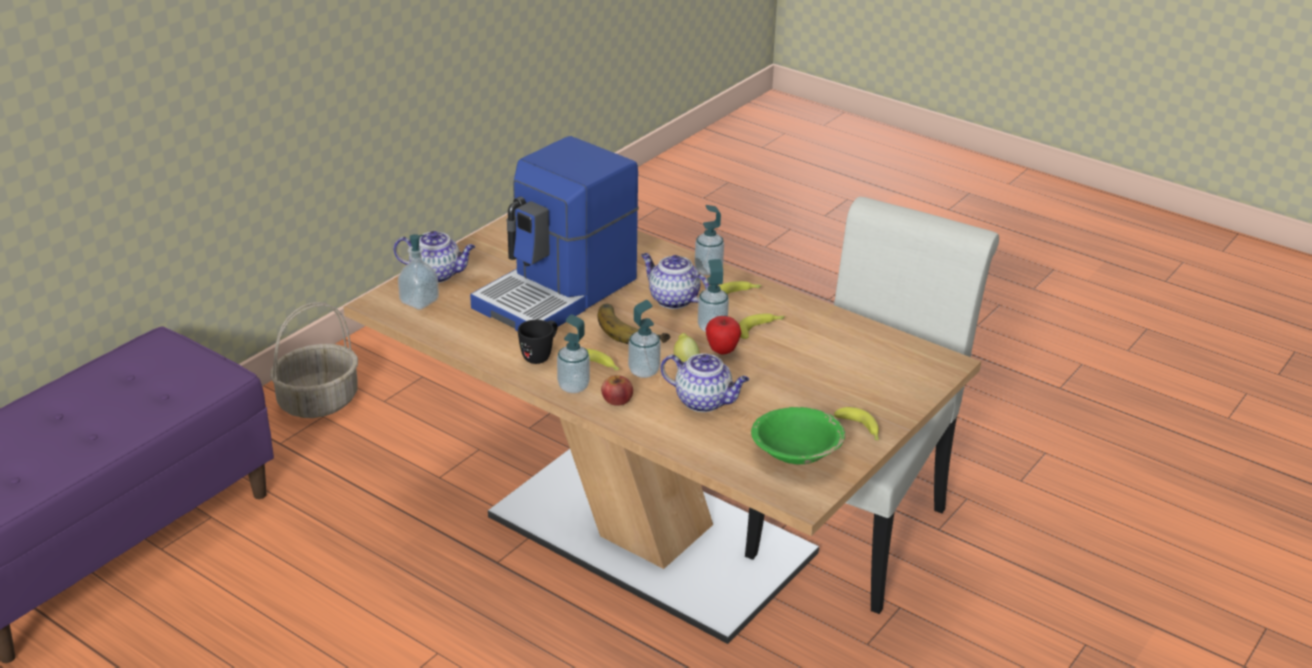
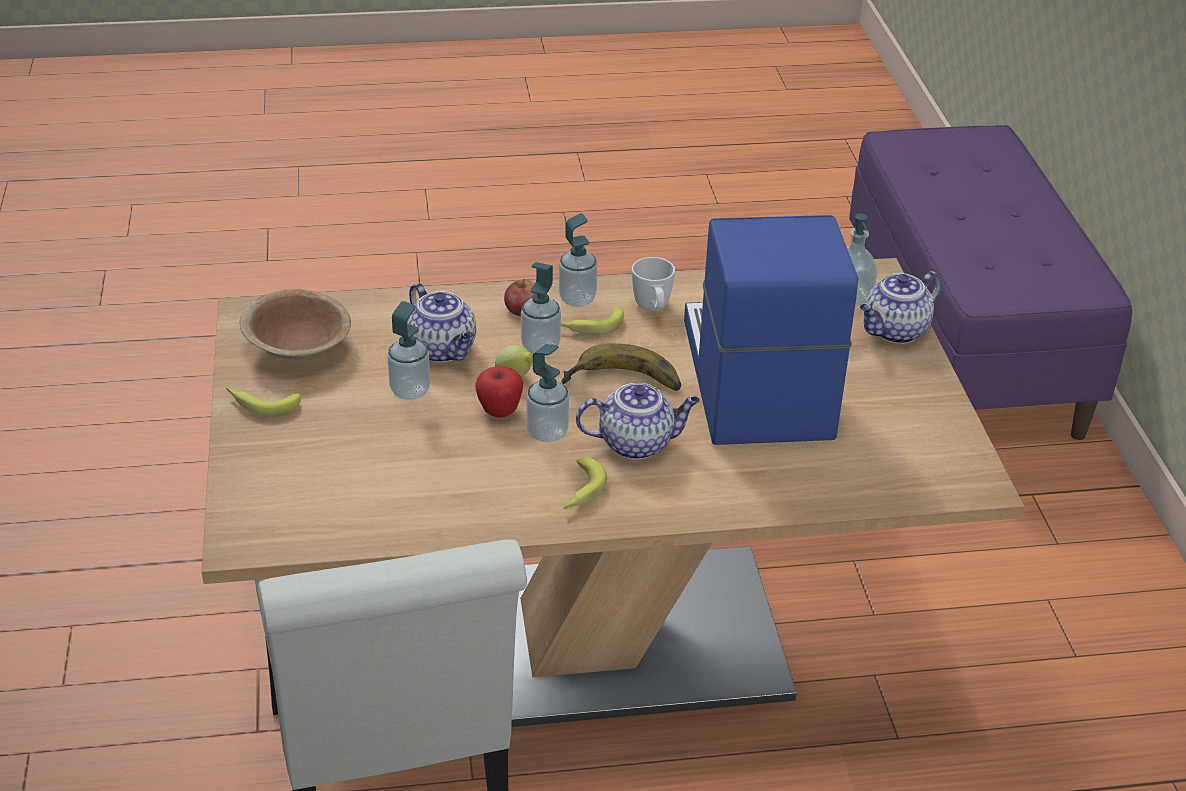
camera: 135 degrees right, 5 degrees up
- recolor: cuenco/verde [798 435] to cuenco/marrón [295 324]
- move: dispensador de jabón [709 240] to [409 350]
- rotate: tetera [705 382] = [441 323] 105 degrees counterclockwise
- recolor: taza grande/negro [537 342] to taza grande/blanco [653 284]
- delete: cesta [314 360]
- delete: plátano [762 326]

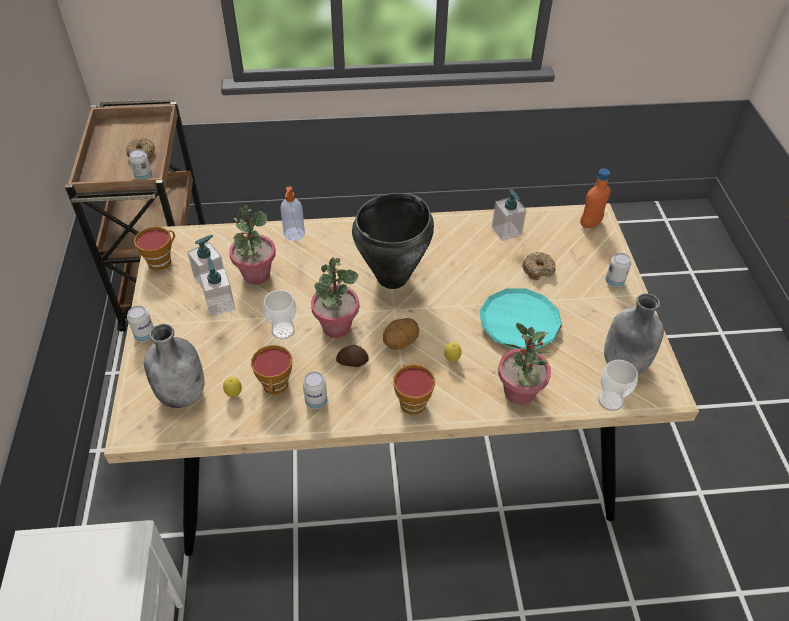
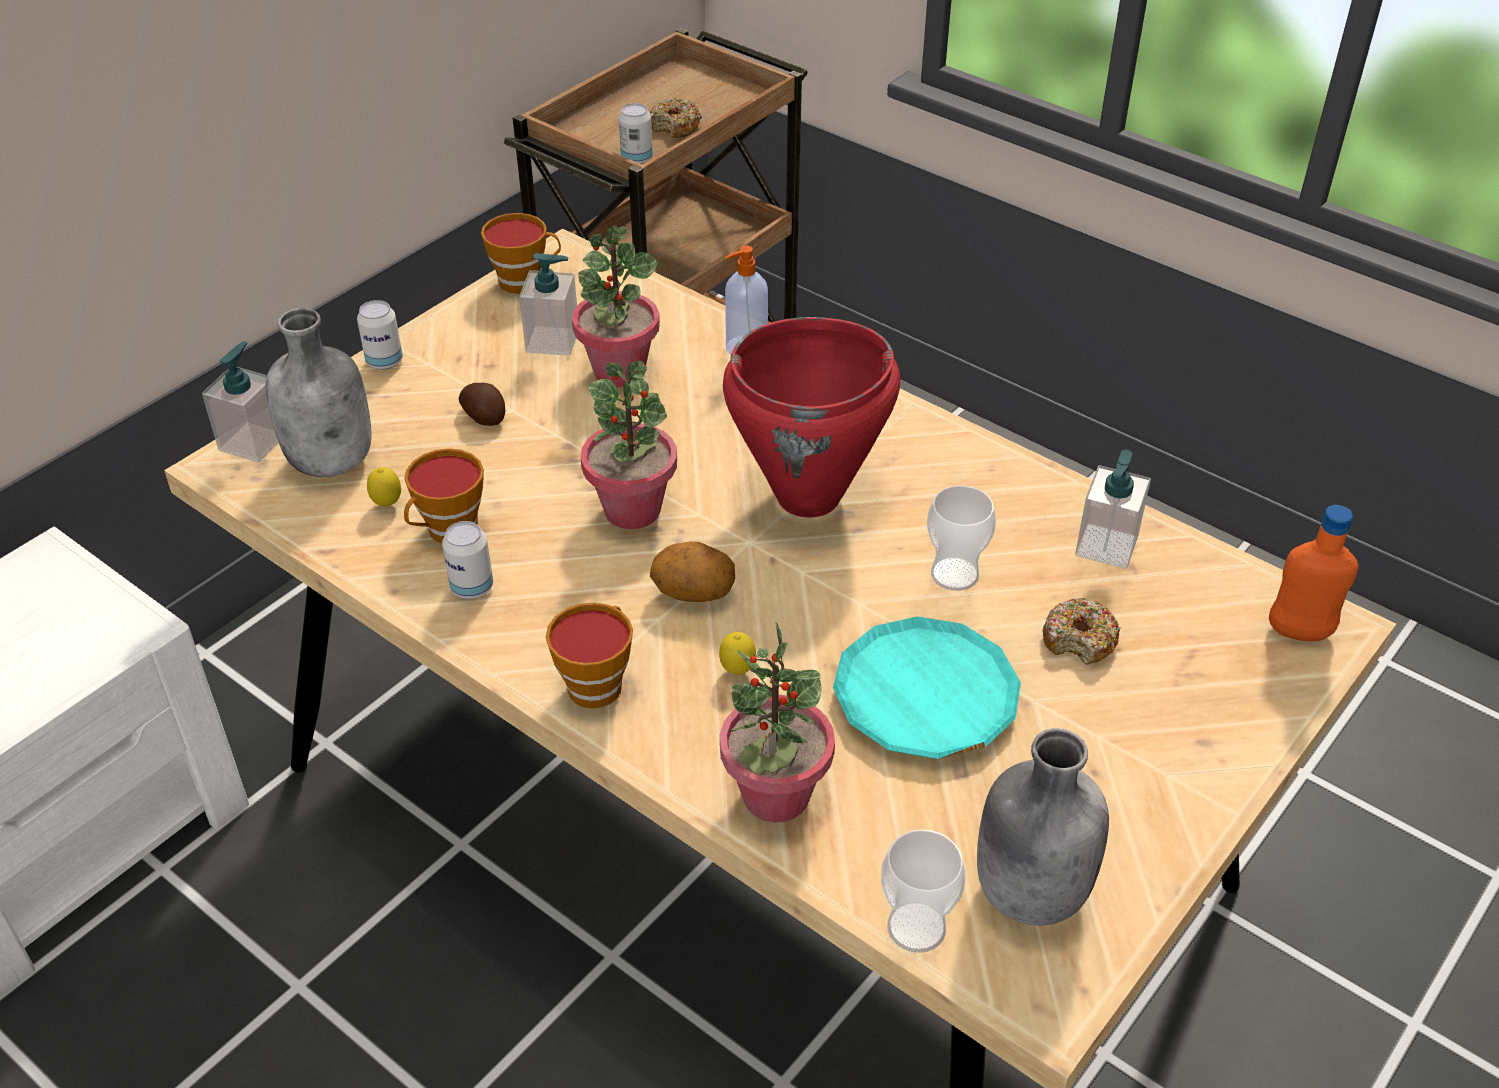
camera: 45 degrees right, 5 degrees down
- move: dispensador de jabón [217 286] to [240 402]
- move: patata [352 356] to [482 404]
- recolor: olla/negro [393 241] to olla/rojo [811 417]
- move: taza [279 314] to [961 538]
- delete: lata [618 270]

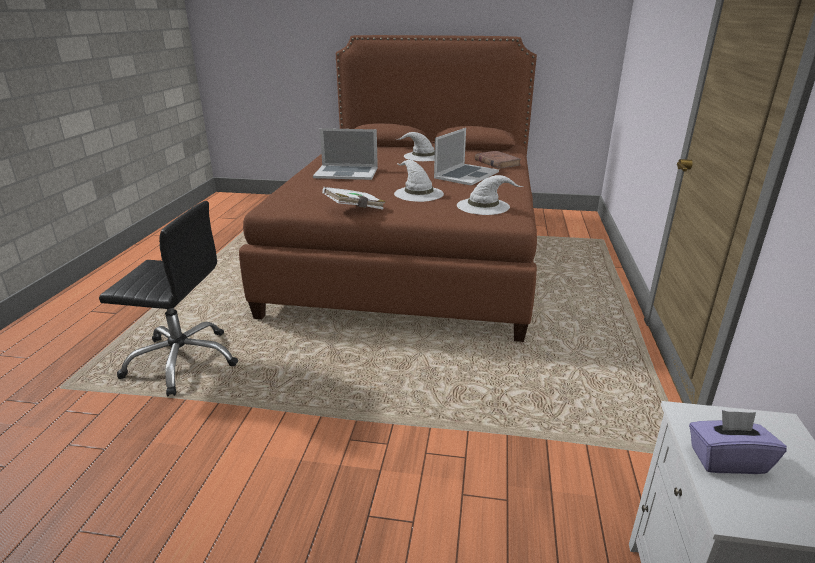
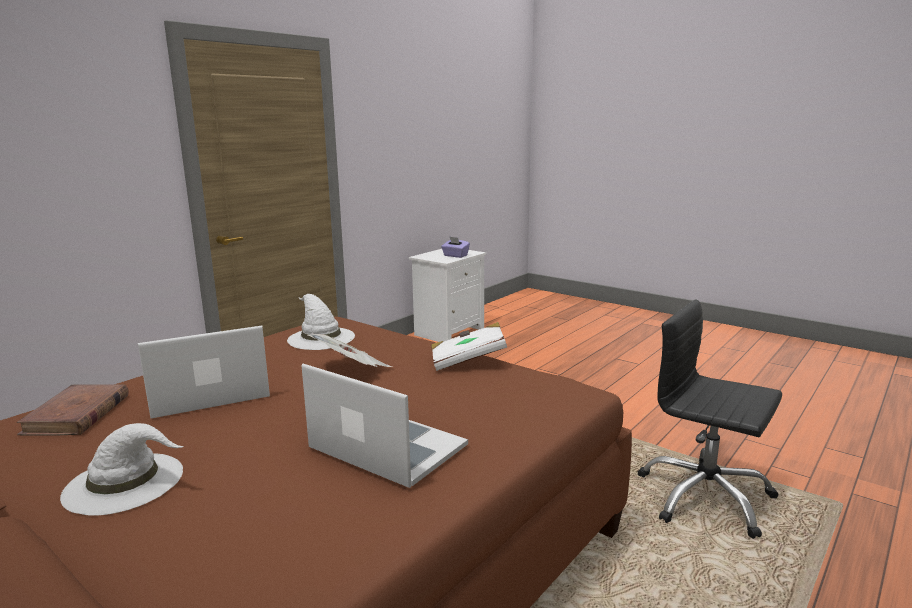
camera: 150 degrees left, 10 degrees down
- replace: sombrero/blanco [419 181] to periódico [350 350]

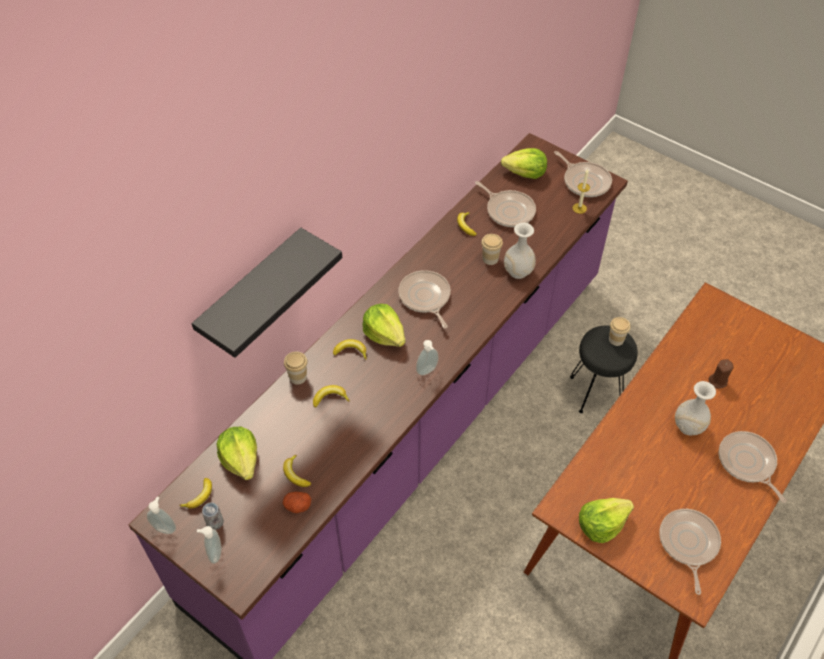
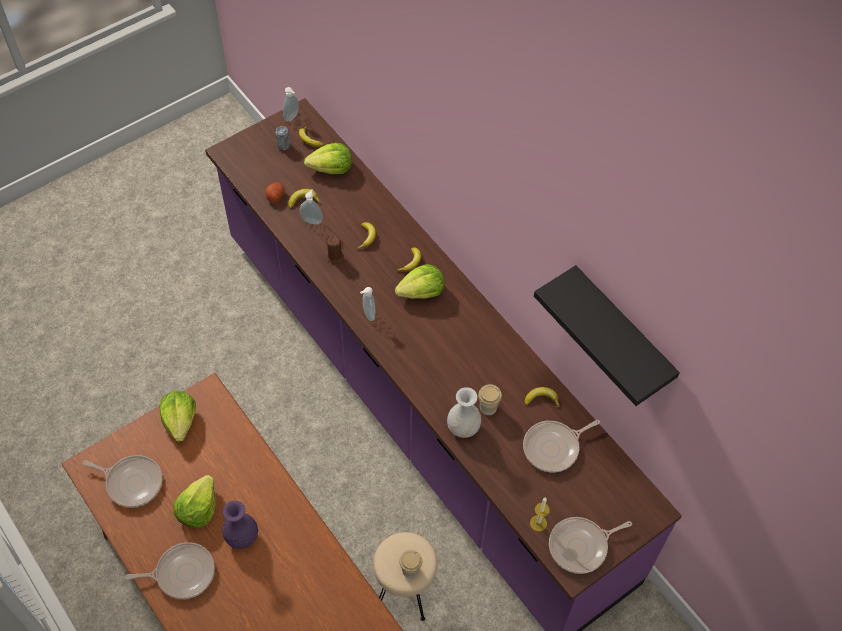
camera: 105 degrees right, 5 degrees up
- move: lechuga [524 163] to [194 501]
- recolor: florero/blanco [695 408] to florero/morado [240 525]
- move: dispensador de jabón [209 545] to [311 206]
- move: vela/marrón [721 373] to [335 250]
- recolor: taburete/negro [604 369] to taburete/beis [405 576]
- move: estante/negro [267 293] to [607 335]
- delete: taza [296 368]
- delete: sartén [424 299]

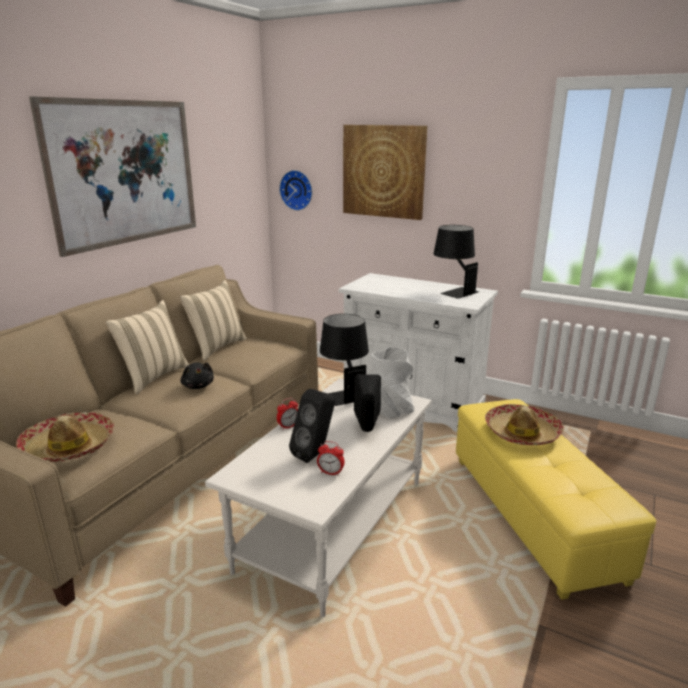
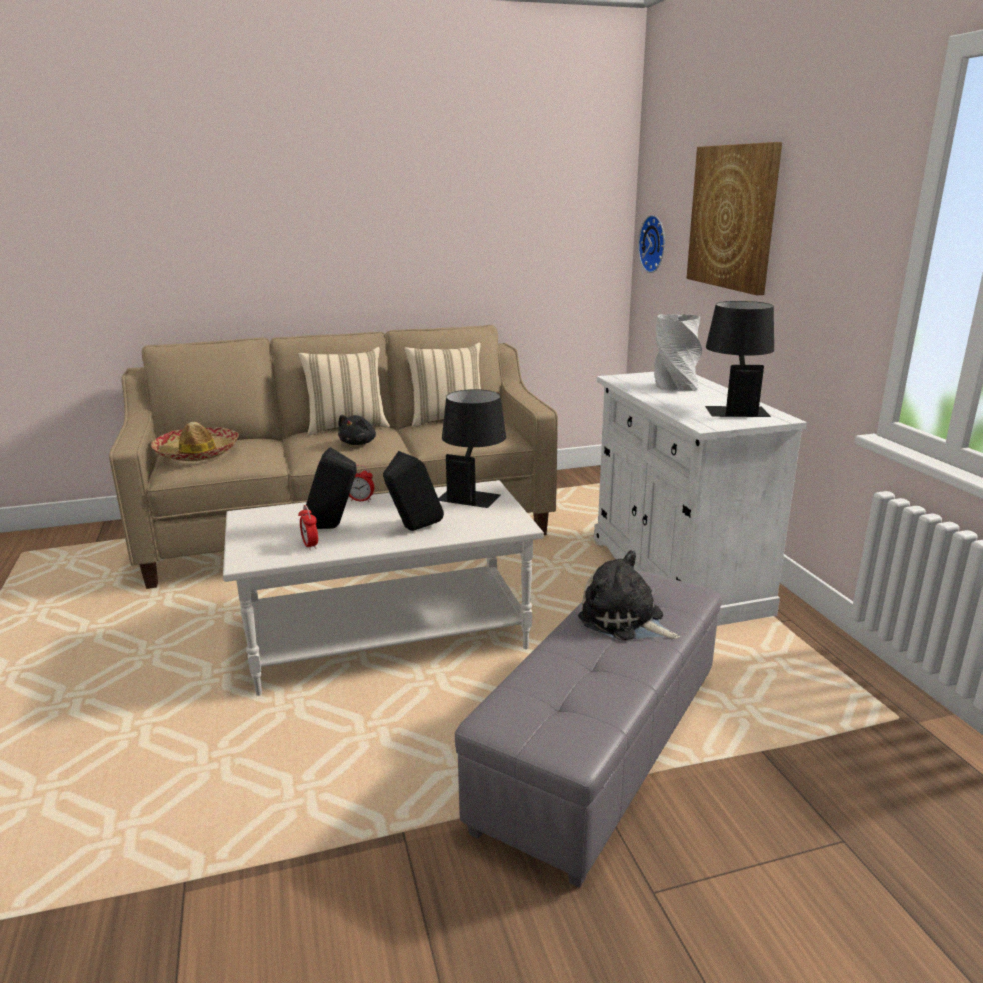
camera: 45 degrees right, 0 degrees up
- recolor: puf/amarillo [556 499] to puf/gris [588 729]
- replace: sombrero [524 424] to peluche [629 595]
- move: florero/gris [392 383] to [678 352]
- delete: cuadro [112 176]

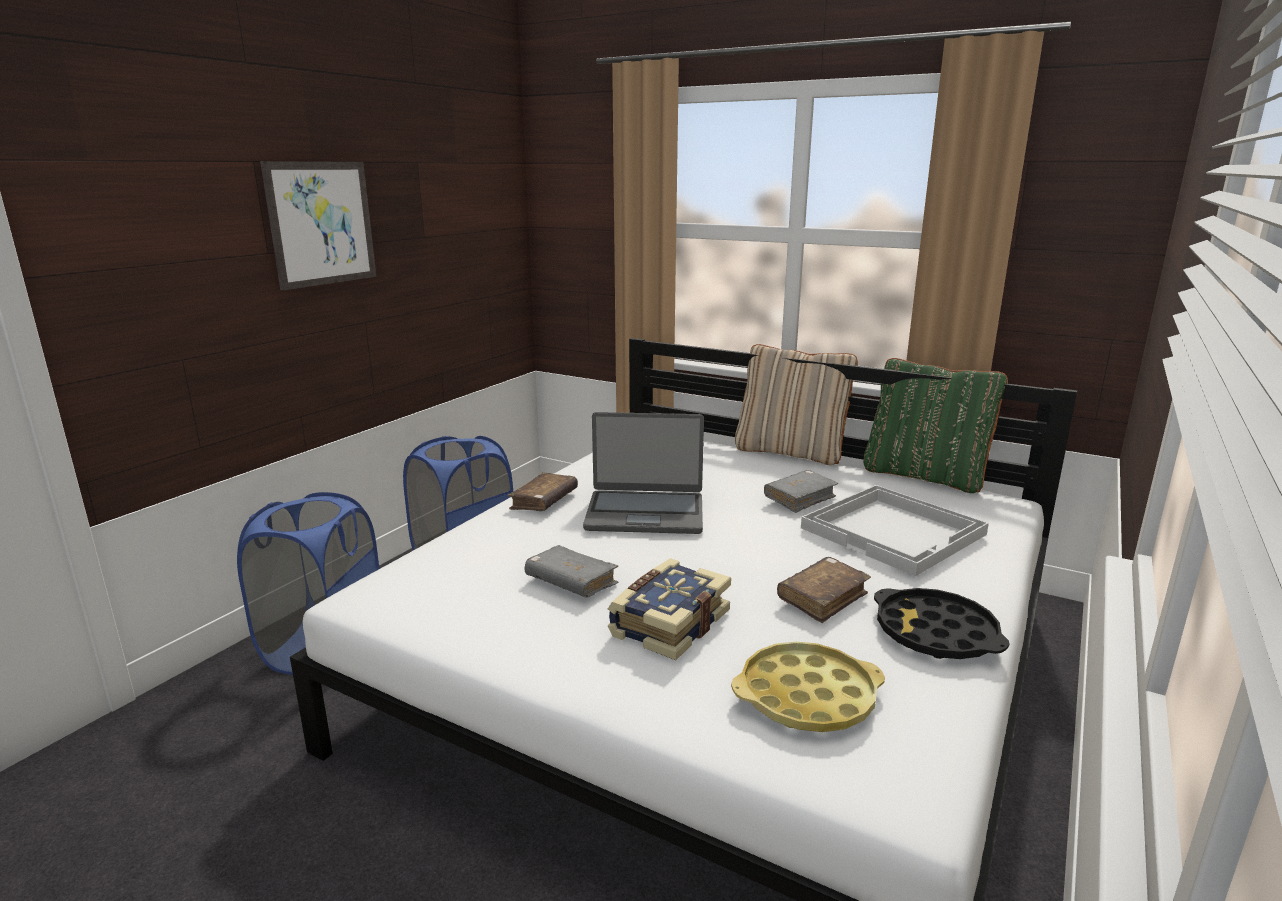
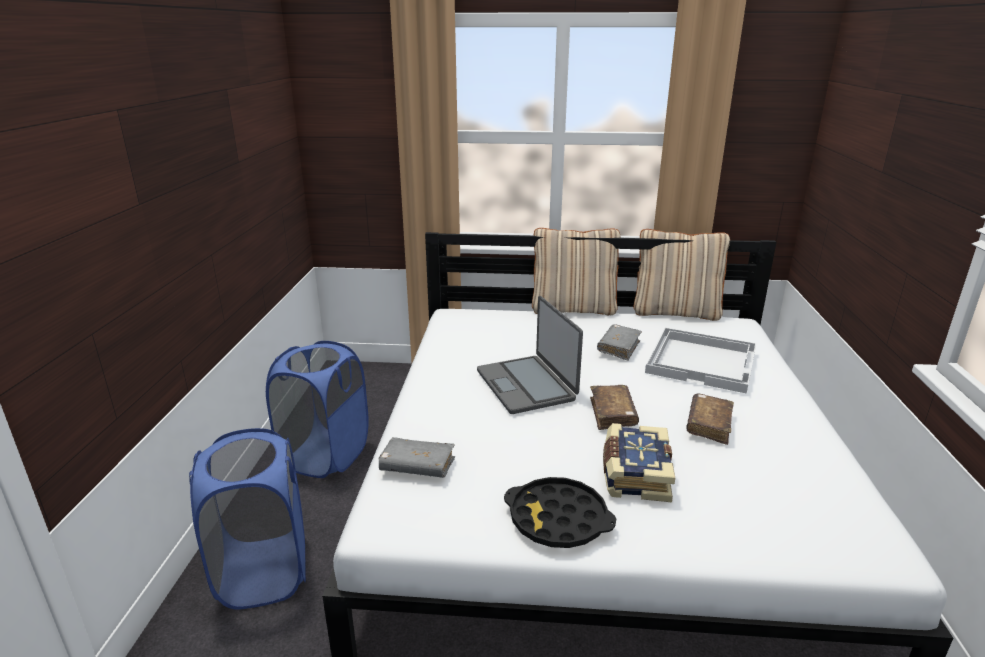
camera: 25 degrees left, 5 degrees up
- move: libro/gris [571 571] to [417 457]
- rotate: portátil [643 473] = [530 355] 90 degrees clockwise
- move: bandeja/negro [941 623] to [560 512]
- move: libro/marrón [543 491] to [614 407]
- recolor: cojín/verde [935 425] to cojín/beis [681 275]
- delete: cuadro [318 226]
- delete: bandeja/amarillo [808 686]

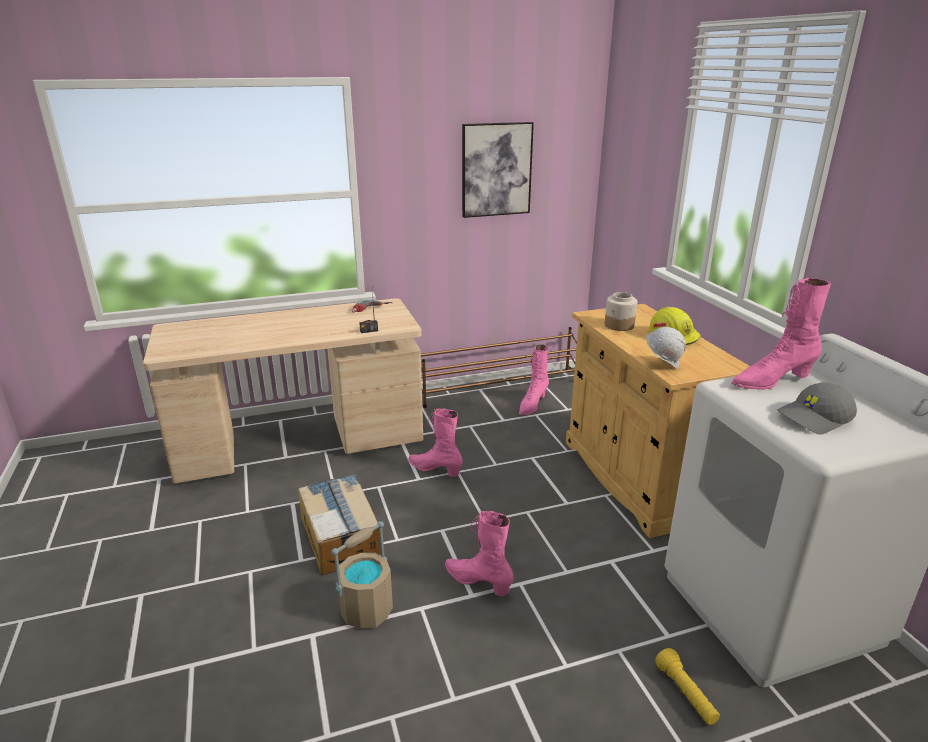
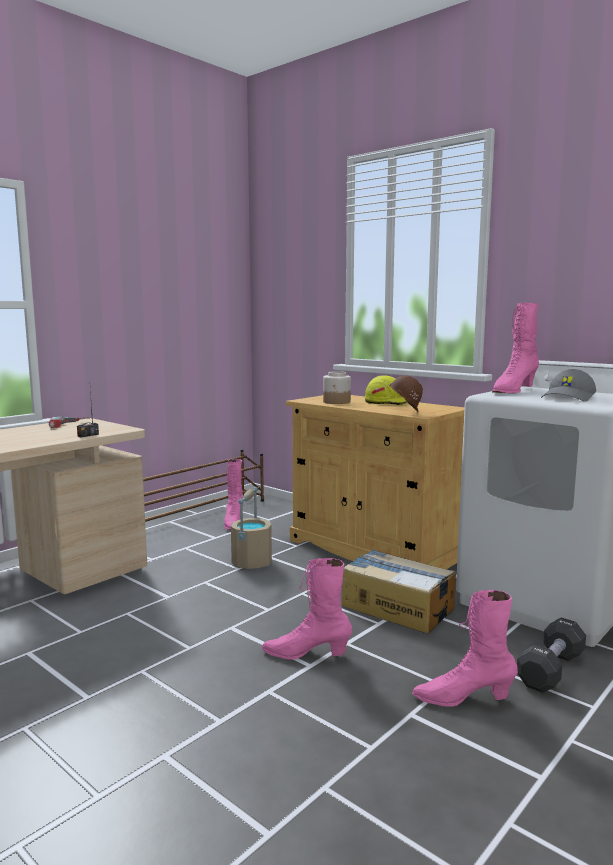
camera: 30 degrees left, 15 degrees down
- move: cubo/beis [362 574] to [251 528]
- move: caja de cartón [339 524] to [398 591]
- recolor: casco/blanco [666 348] to casco/marrón [406 393]
- move: bota/rosa [436 443] to [465 648]
- replace: linterna/amarillo [687 686] to mancuerna/negro [551 655]
- delete: cuadro [498 170]

